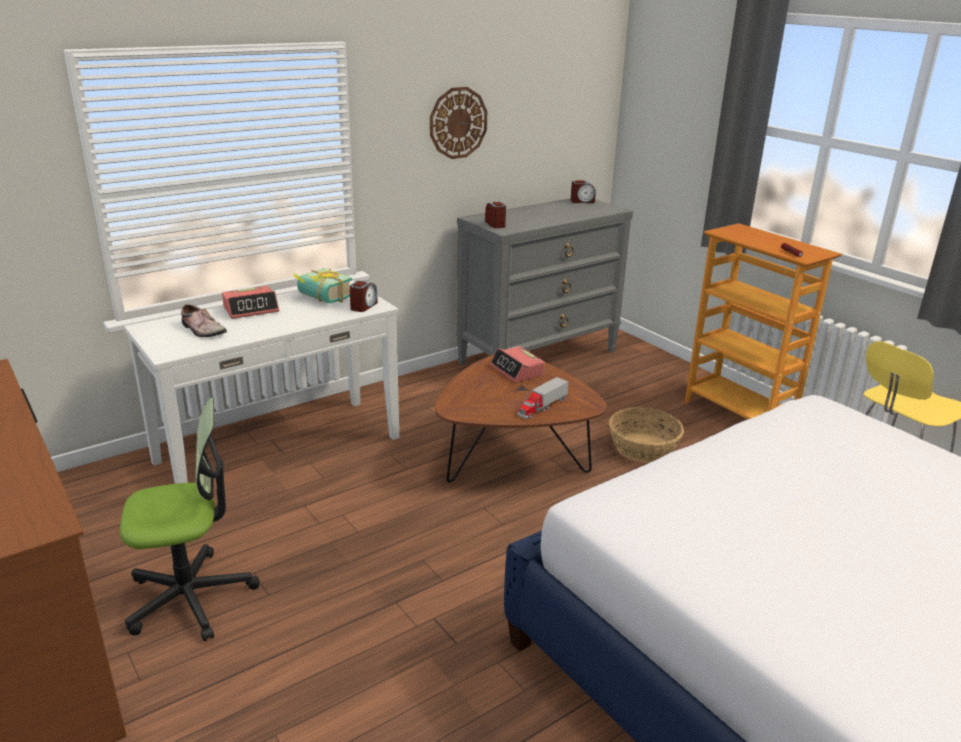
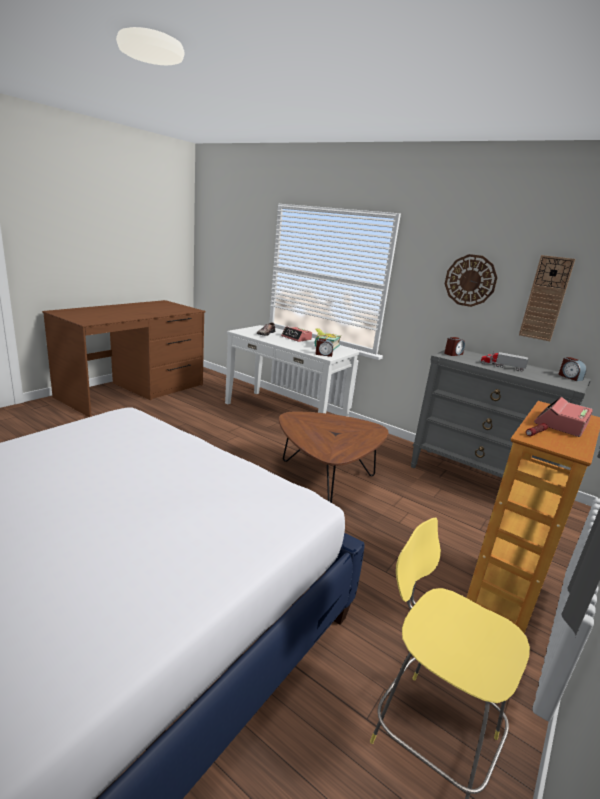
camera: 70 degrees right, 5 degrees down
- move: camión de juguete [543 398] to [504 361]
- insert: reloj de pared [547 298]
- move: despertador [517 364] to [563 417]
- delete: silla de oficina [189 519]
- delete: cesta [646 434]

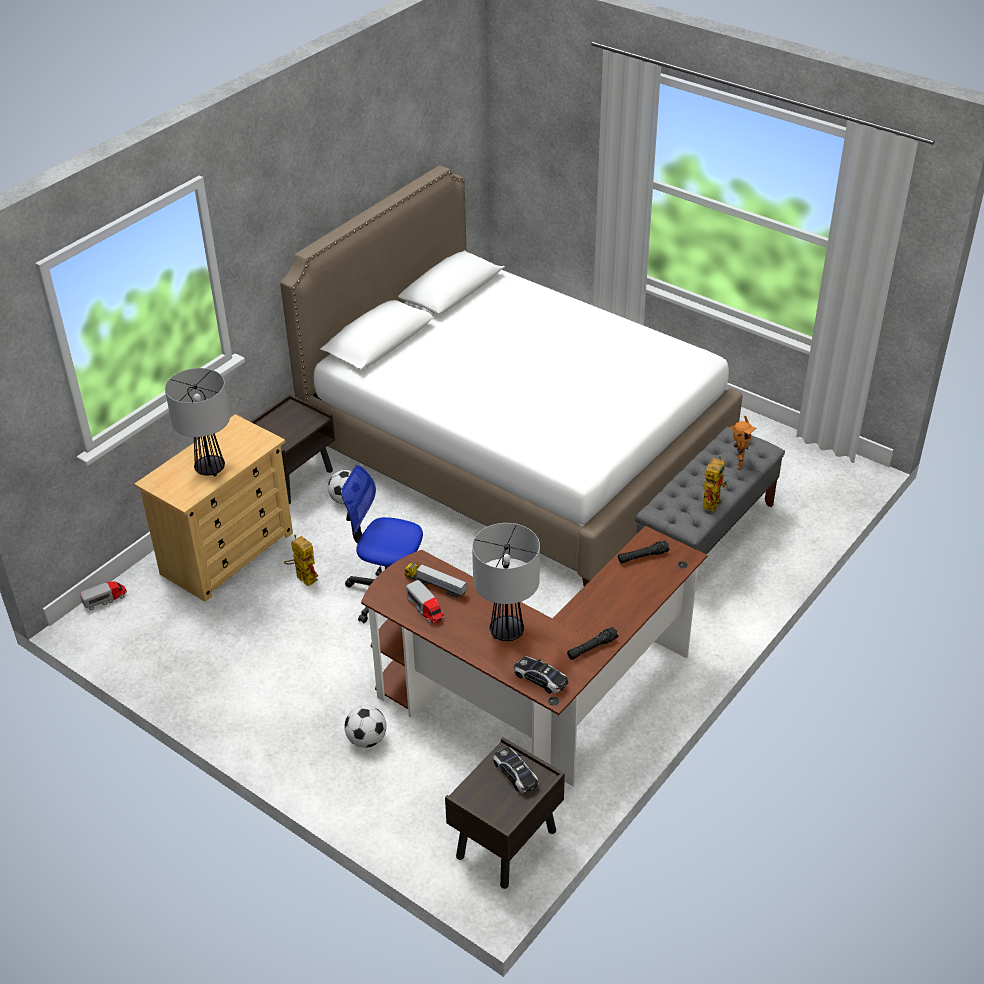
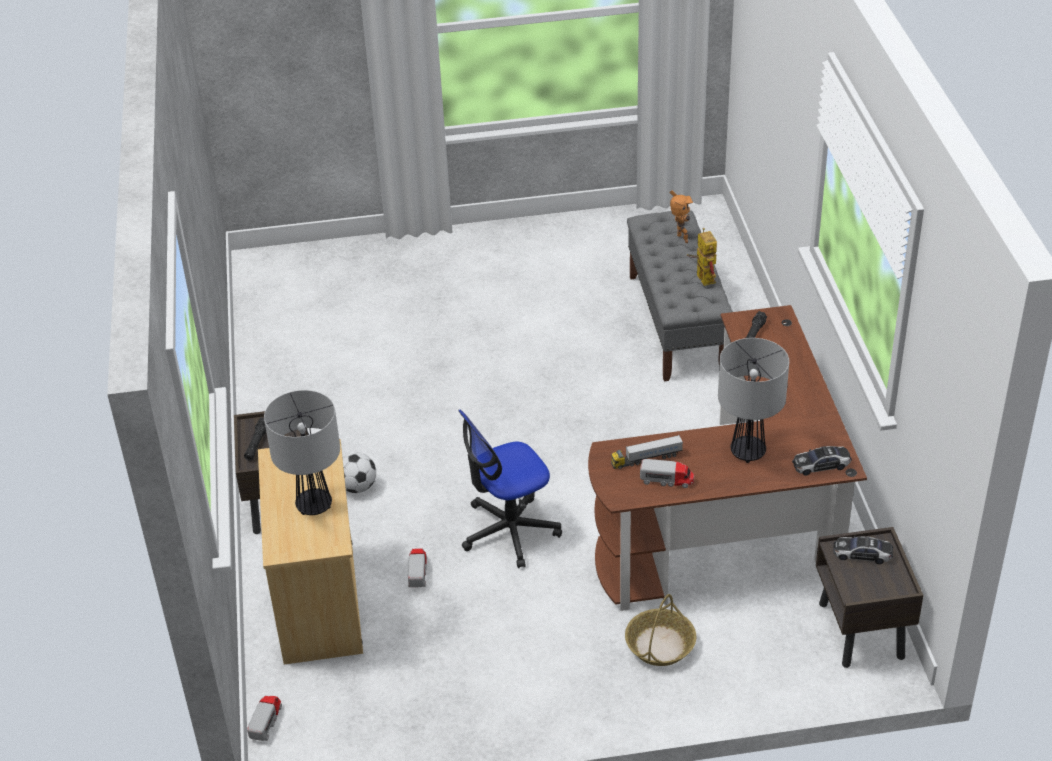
camera: 45 degrees left, 0 degrees up
- move: linterna/negro [593 643] to [255 439]
- replace: robot de juguete [301 560] to camión de juguete [417 567]
- replace: balón de fútbol [365 726] to cesta [660 630]
- delete: cama/blanco [511 376]

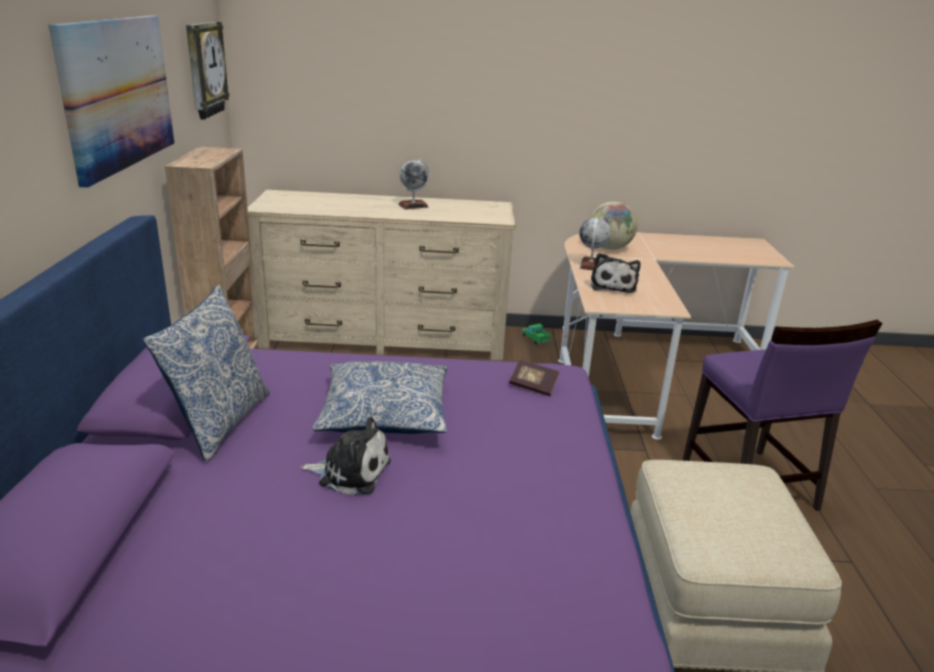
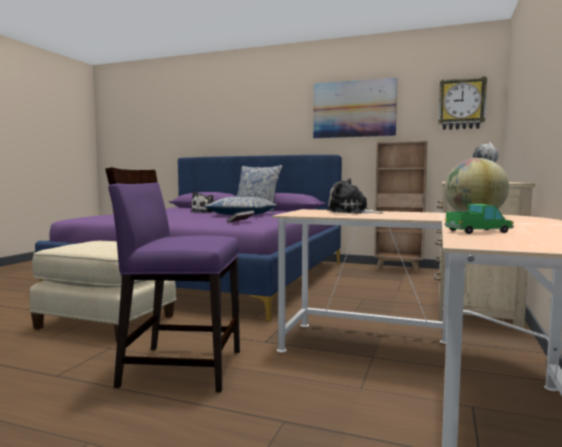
camera: 110 degrees right, 20 degrees down
- move: camión de juguete [535 334] to [479 219]
- delete: globo terráqueo [594 244]

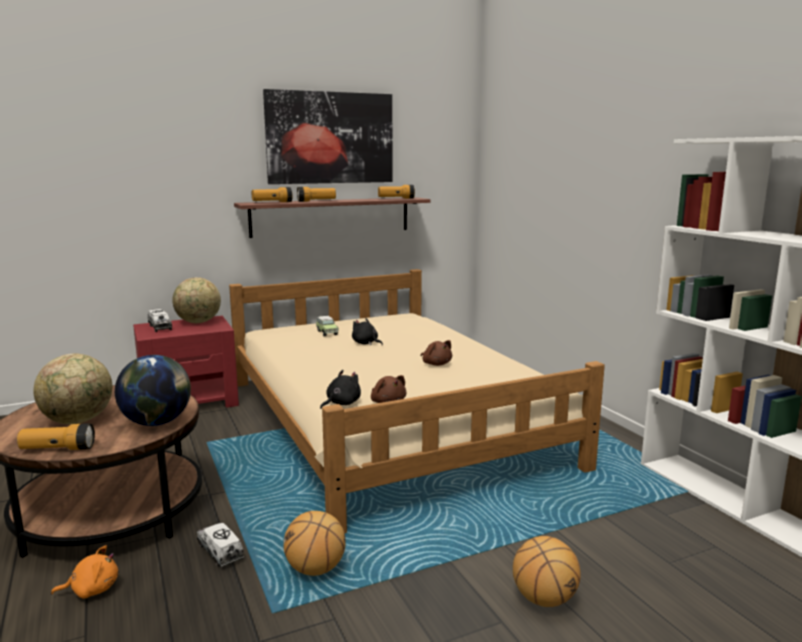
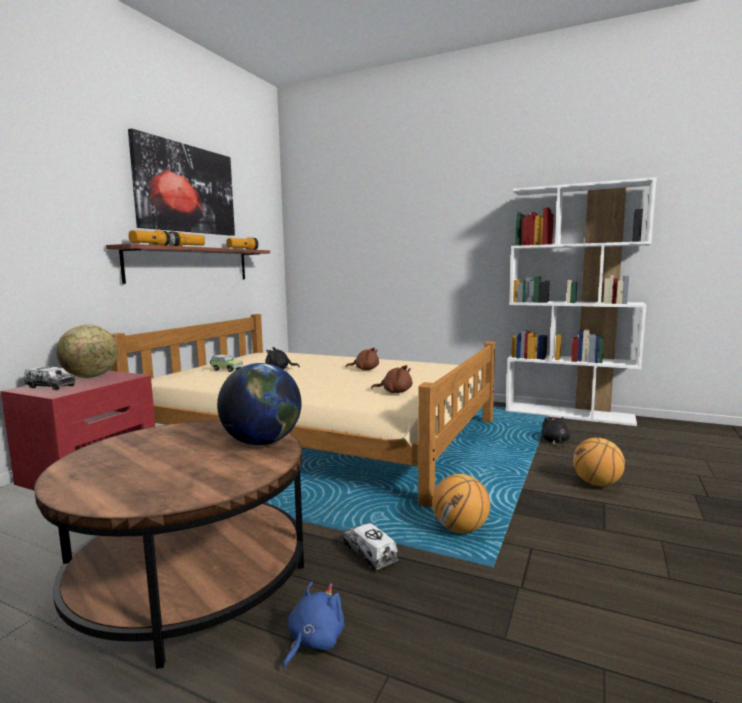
camera: 40 degrees left, 5 degrees down
- recolor: peluche/naranja [84 572] to peluche/azul [313 625]
- rotate: camión de juguete [220 545] = [370 546] 45 degrees clockwise
- move: peluche/negro [340 389] to [556 432]
- delete: linterna [56 436]
- delete: globo terráqueo [73 388]

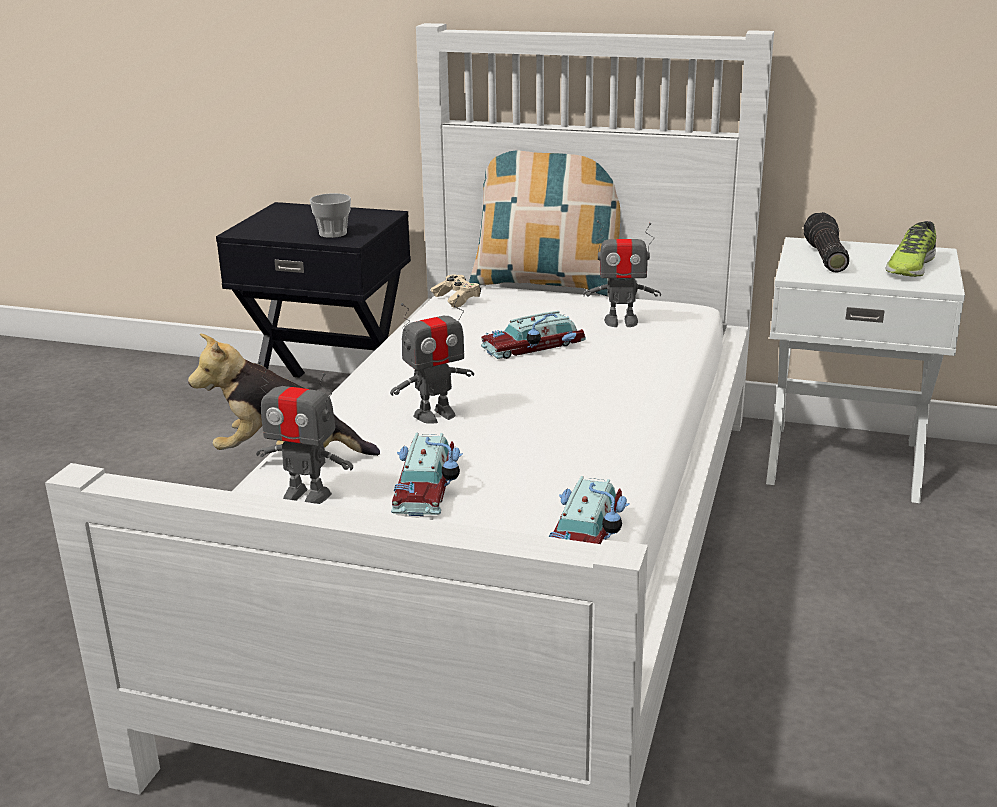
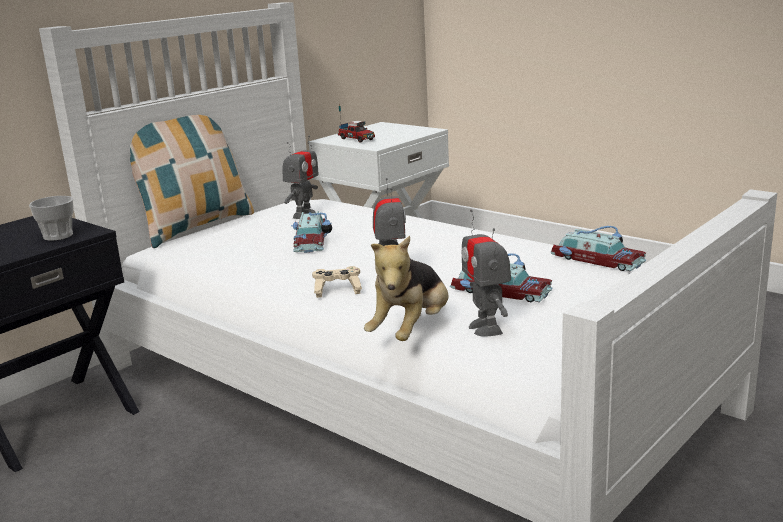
camera: 65 degrees left, 5 degrees down
- move: mando de consola/beis [456 291] to [337 282]
- replace: linterna [826 242] to camión de juguete [356 123]
- rotate: robot de juguete [304 432] = [486 273] 120 degrees clockwise
- delete: zapato [910 249]

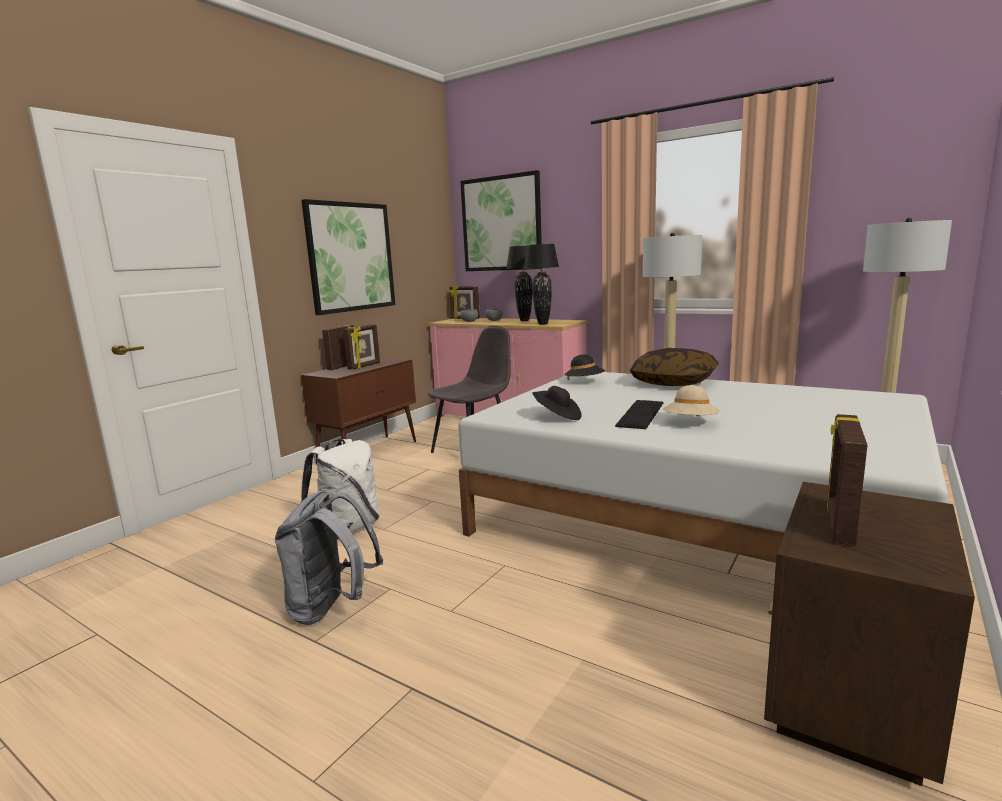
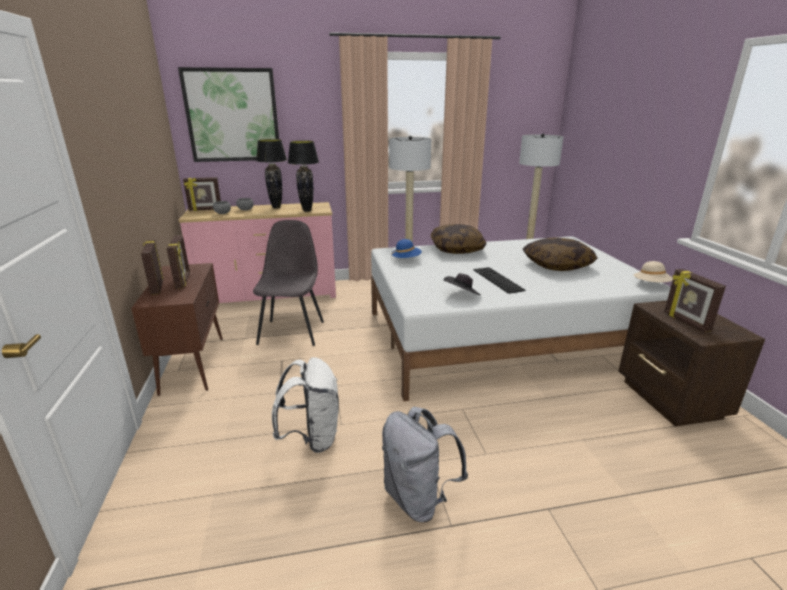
camera: 45 degrees left, 10 degrees up
- recolor: sombrero/negro [584 367] to sombrero/azul [406 248]
- insert: cojín [559 254]
- move: sombrero/beis [691 400] to [653 271]
- delete: cuadro [348 257]

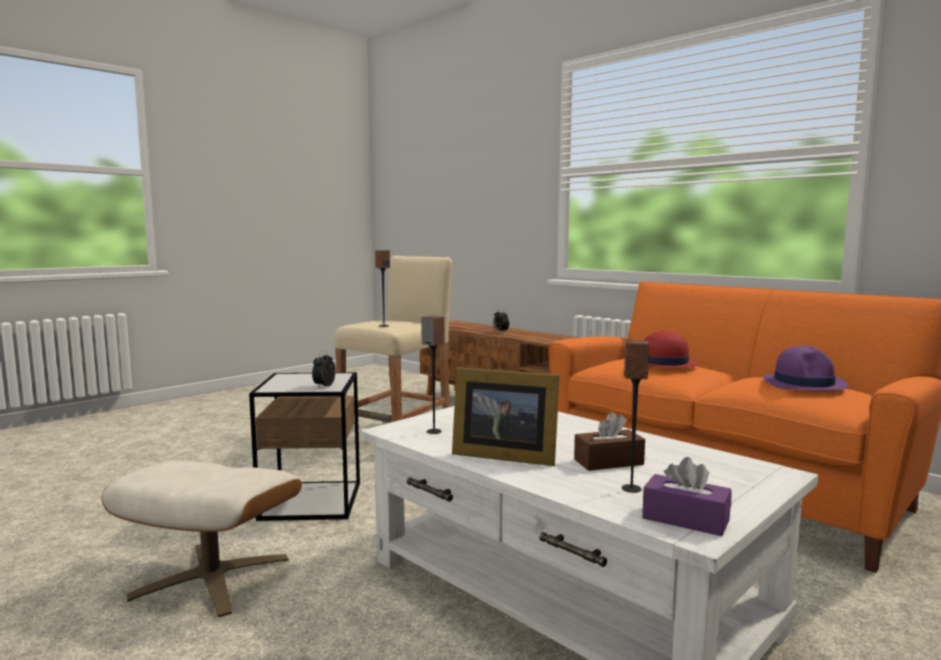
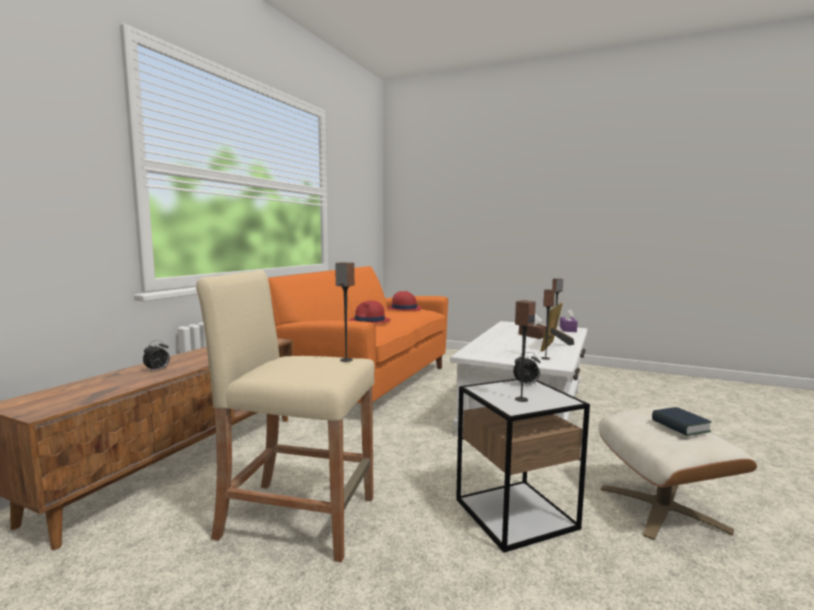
camera: 110 degrees left, 0 degrees up
- recolor: sombrero/morado [805 368] to sombrero/rojo [404 301]
- insert: altavoz [525 351]
- rotate: portarretratos [506 416] = [557 327] 150 degrees counterclockwise
- insert: libro [682 421]

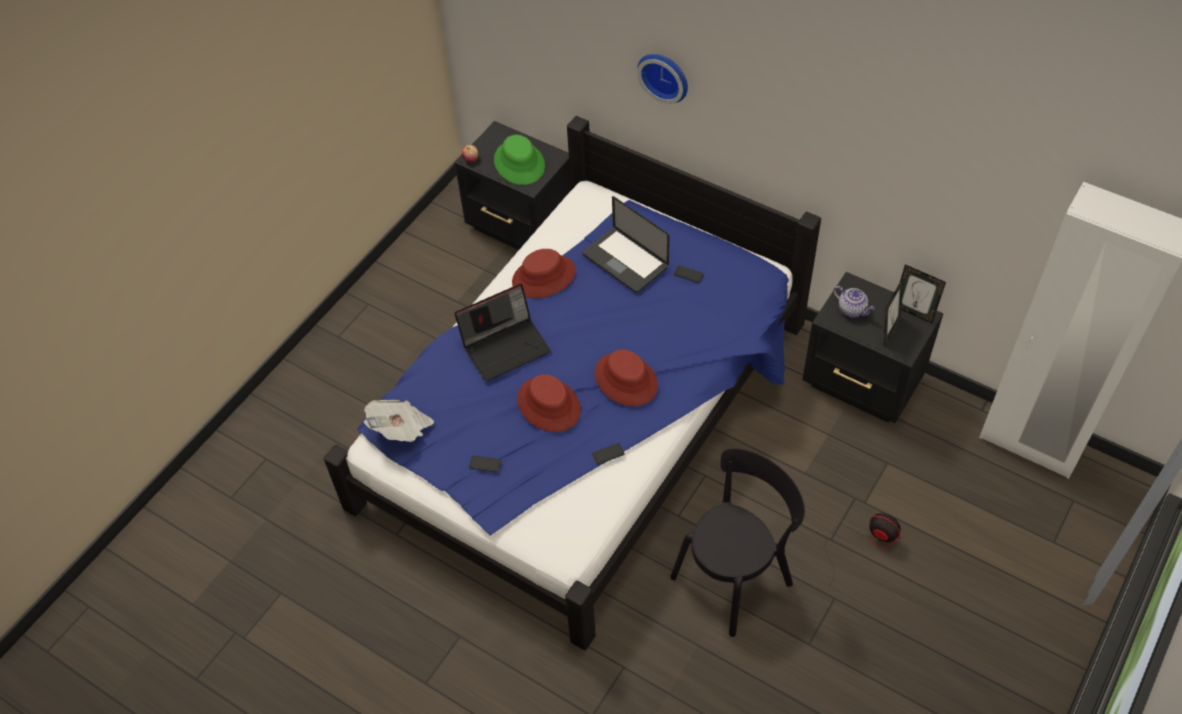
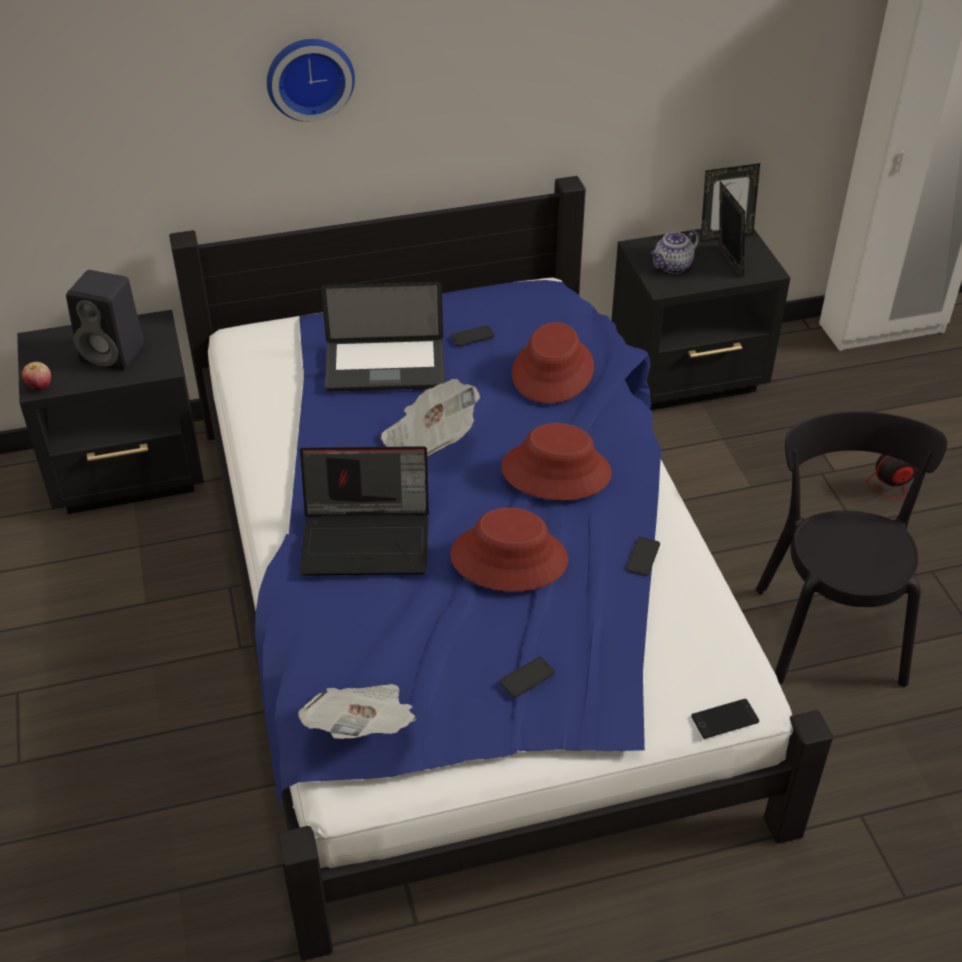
camera: 50 degrees left, 10 degrees down
- replace: sombrero/verde [519 160] to altavoz/negro [105 320]
- rotate: portátil [503 332] = [364 511] 75 degrees clockwise
- insert: periódico [430 417]
- move: sombrero/rojo [544 273] to [553 363]
- rotate: tetera [854 302] = [675 252] 150 degrees clockwise
- insert: móvil [725 719]

